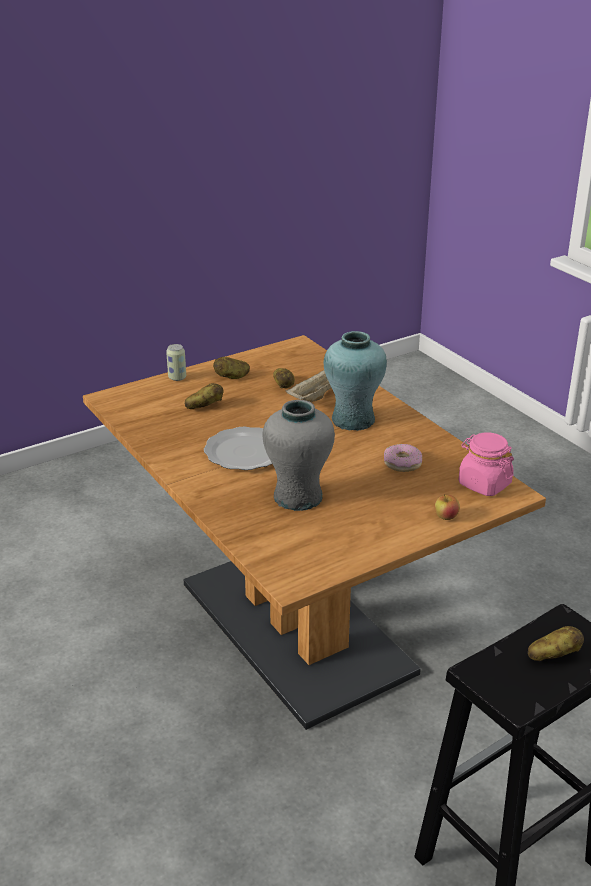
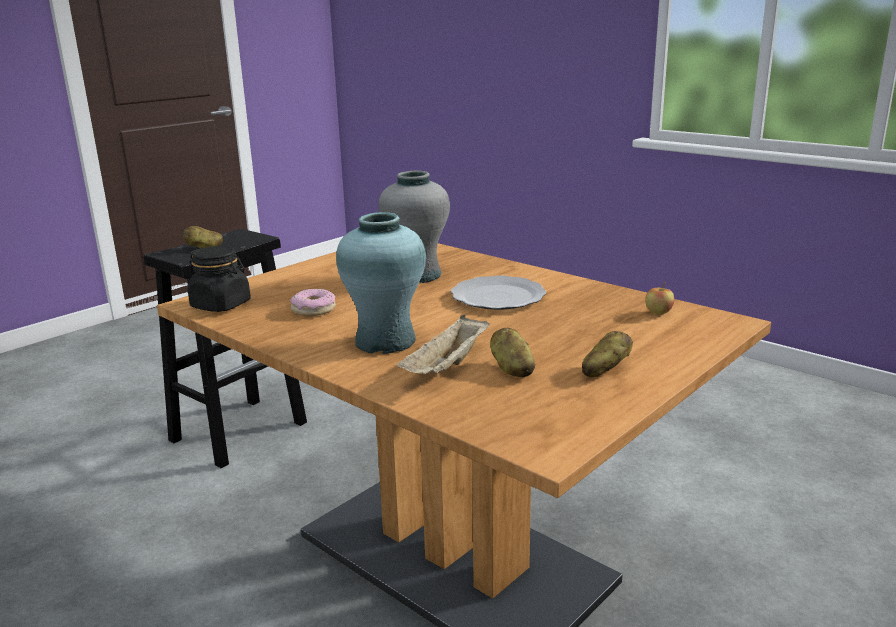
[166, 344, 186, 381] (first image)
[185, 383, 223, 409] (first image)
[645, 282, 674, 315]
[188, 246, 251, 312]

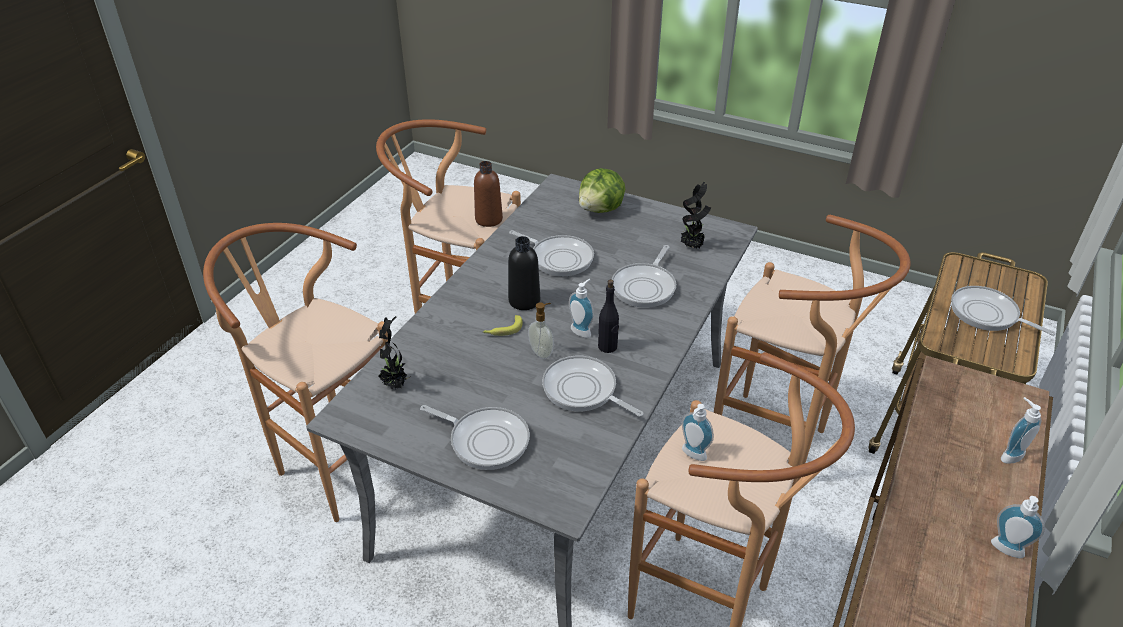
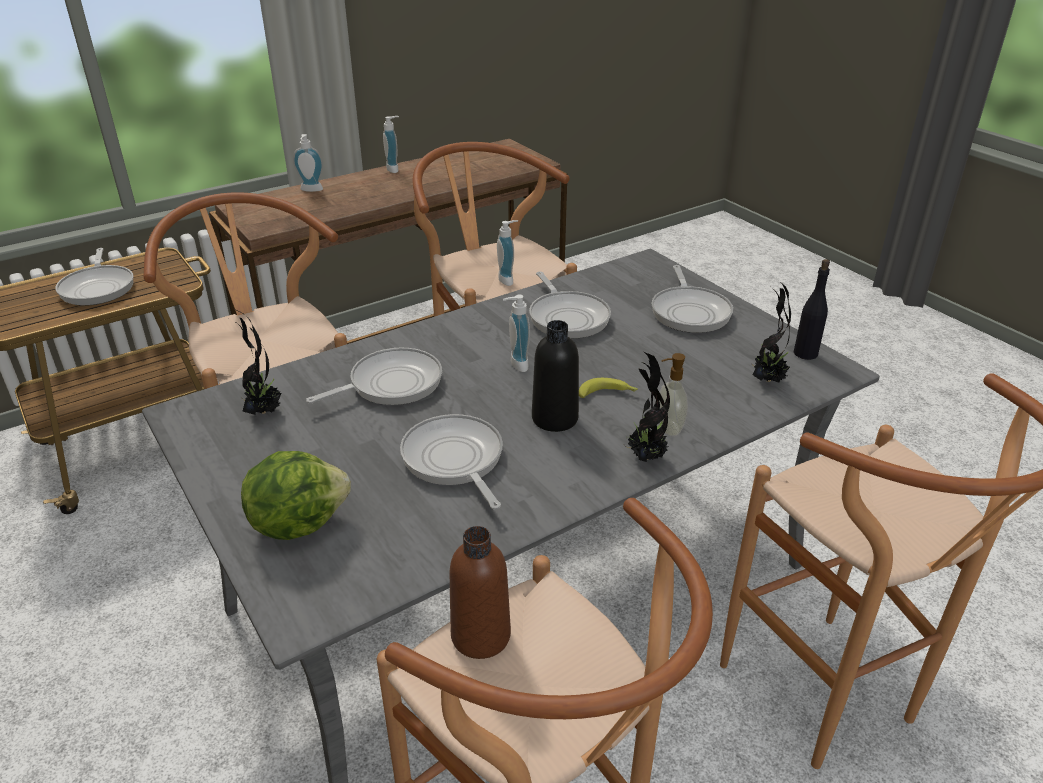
[652, 265, 733, 333]
[659, 353, 688, 436]
[794, 259, 830, 360]
[627, 352, 670, 462]

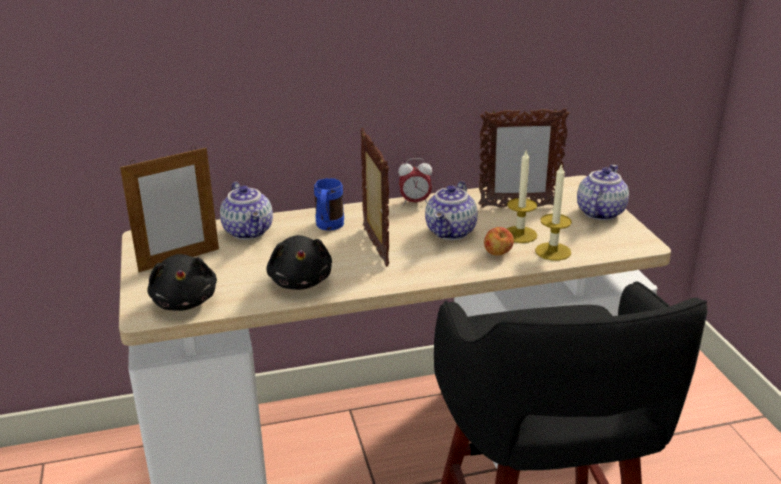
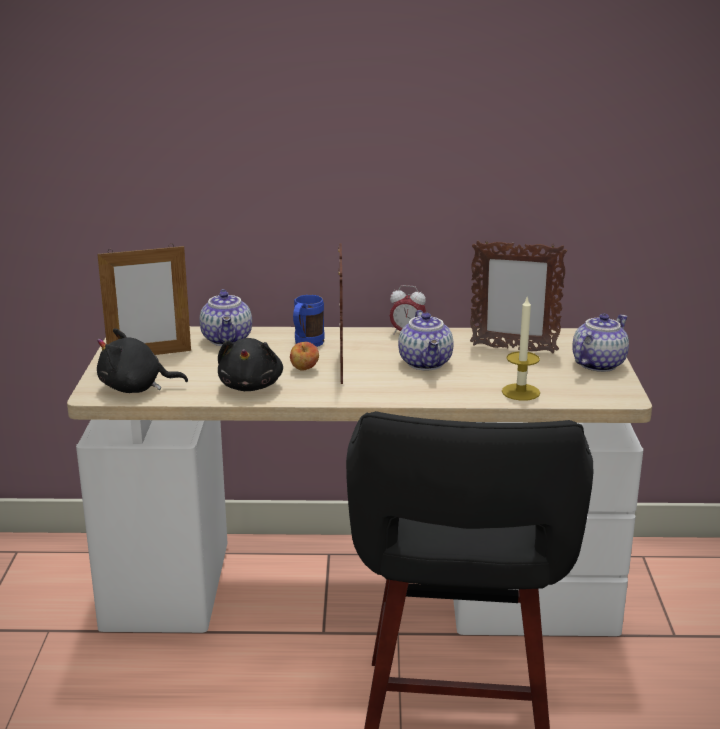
[97, 328, 188, 393]
[398, 310, 453, 370]
[290, 342, 319, 371]
[507, 150, 537, 243] (first image)

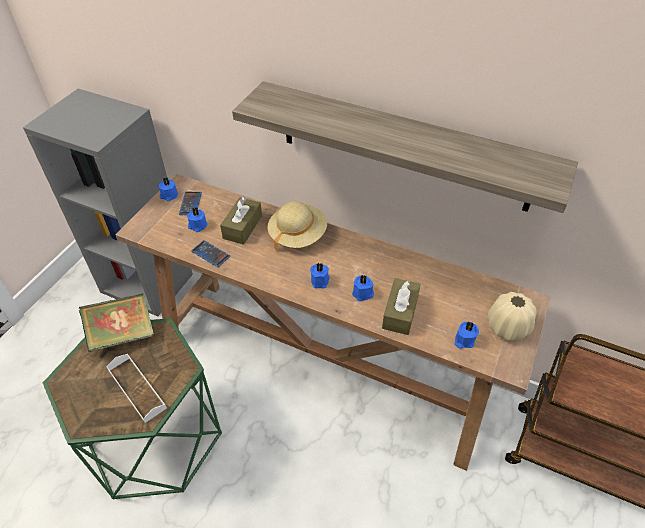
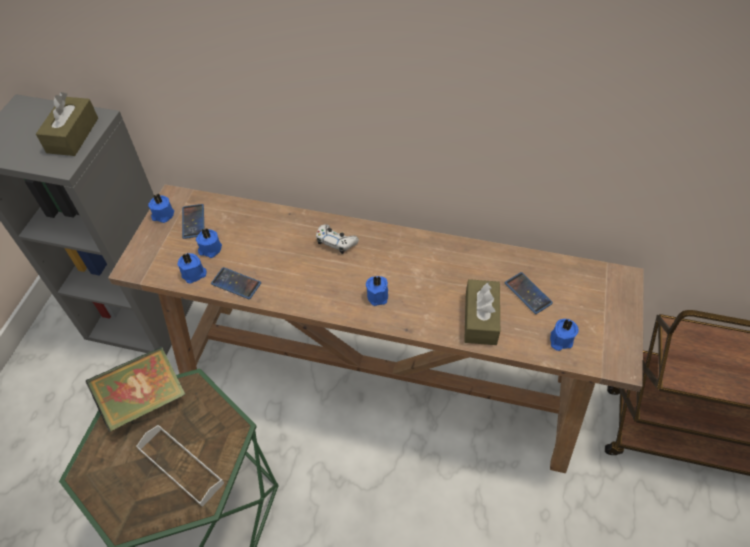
[36, 92, 98, 156]
[232, 81, 578, 213] (first image)
[316, 224, 359, 254]
[177, 253, 207, 284]
[488, 292, 537, 341] (first image)
[505, 272, 553, 314]

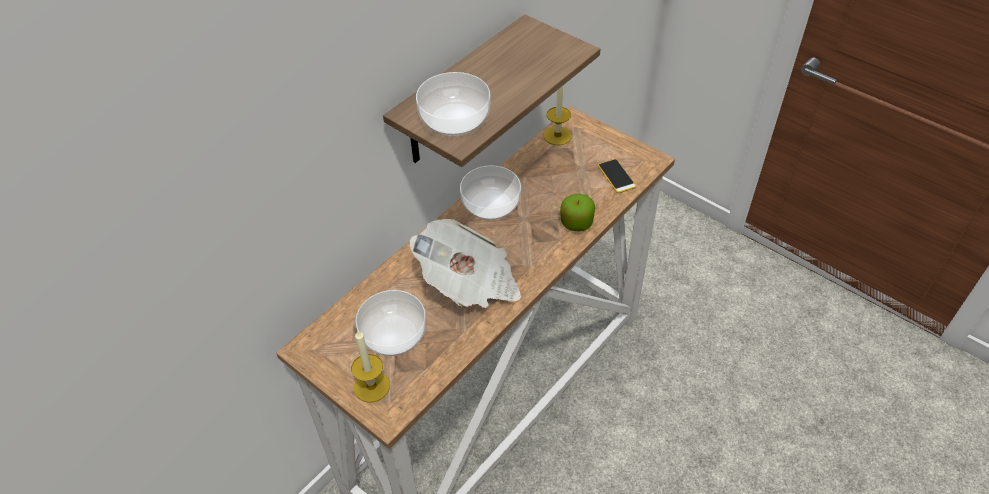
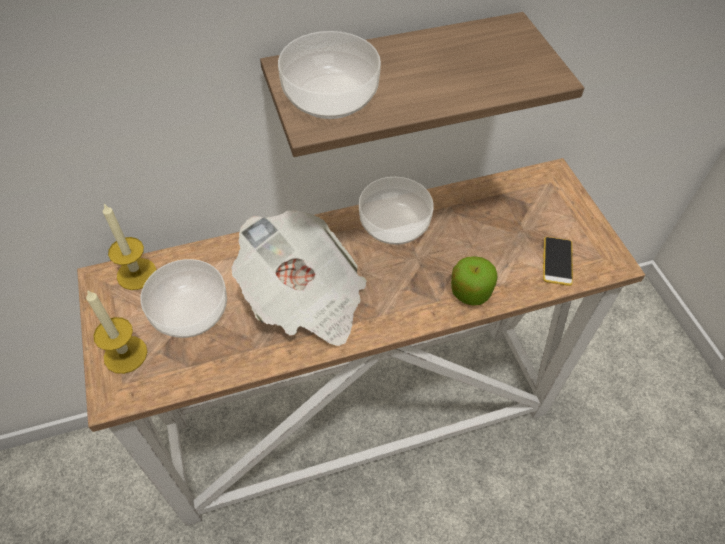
[103, 204, 157, 290]

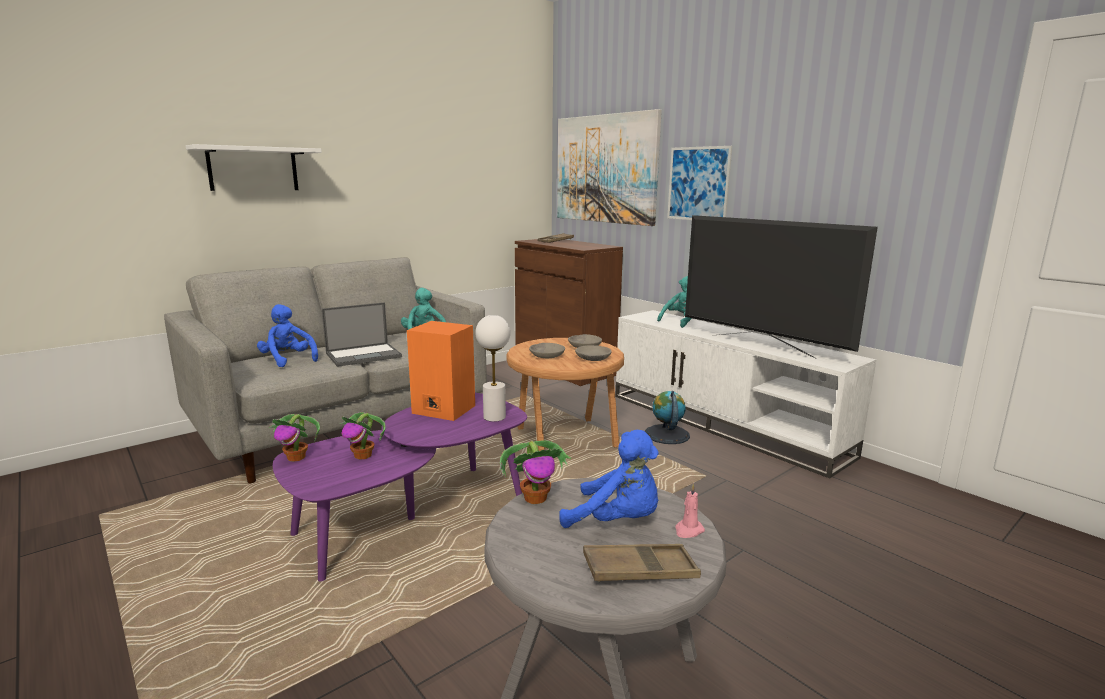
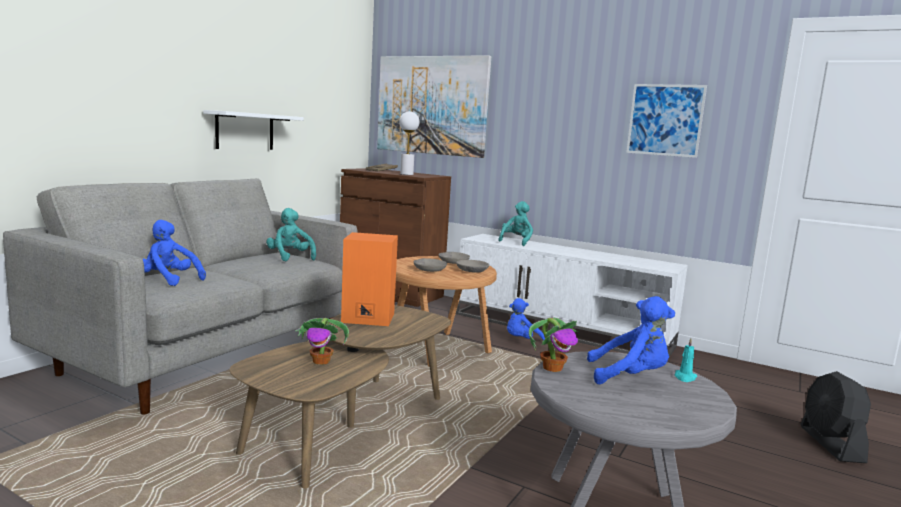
[203, 110, 304, 150]
[269, 414, 320, 461] (first image)
[230, 305, 451, 488]
[322, 302, 402, 367] (first image)
[399, 111, 419, 175]
[583, 544, 701, 582] (first image)
[507, 298, 545, 340]
[626, 84, 707, 158]
[674, 338, 697, 382]
[685, 215, 878, 358] (first image)
[801, 371, 871, 463]

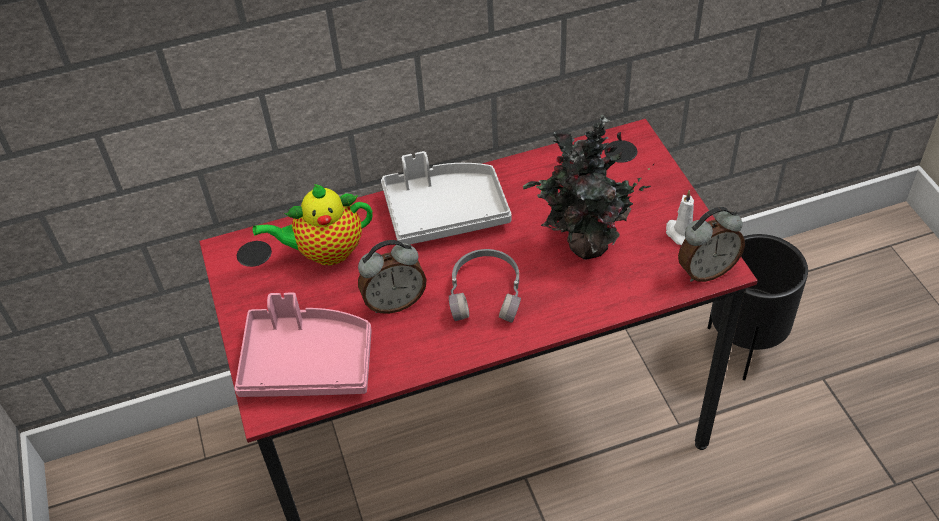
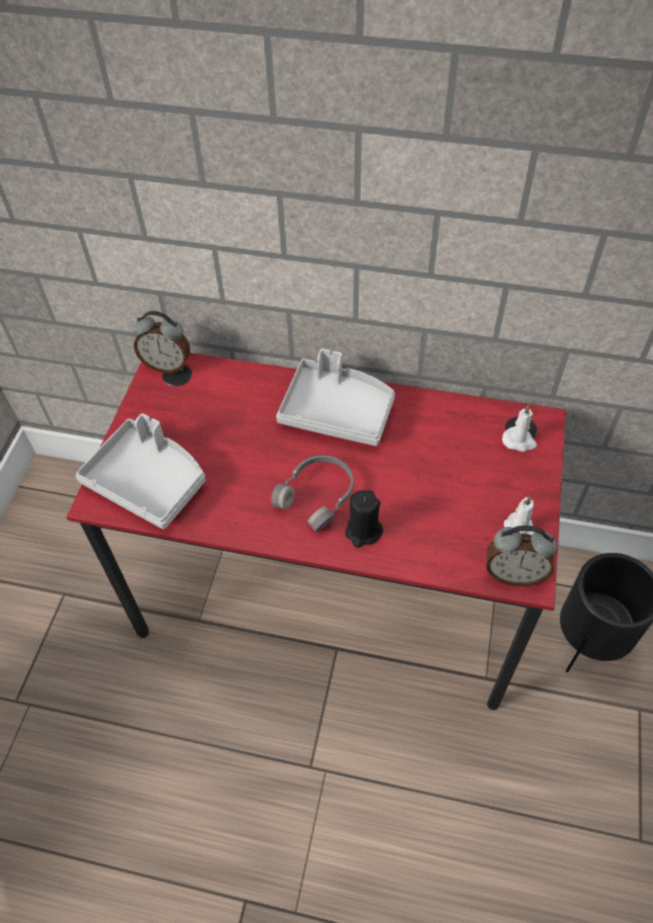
[76, 413, 206, 529]
[253, 184, 372, 265] (first image)
[134, 311, 190, 373]
[523, 115, 654, 259] (first image)
[345, 490, 383, 548]
[502, 405, 537, 452]

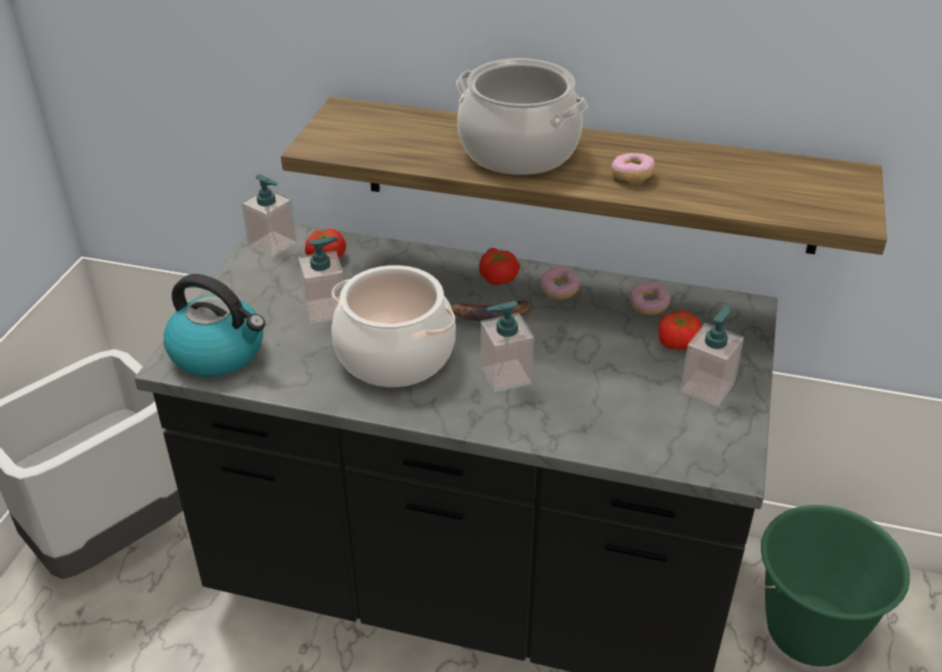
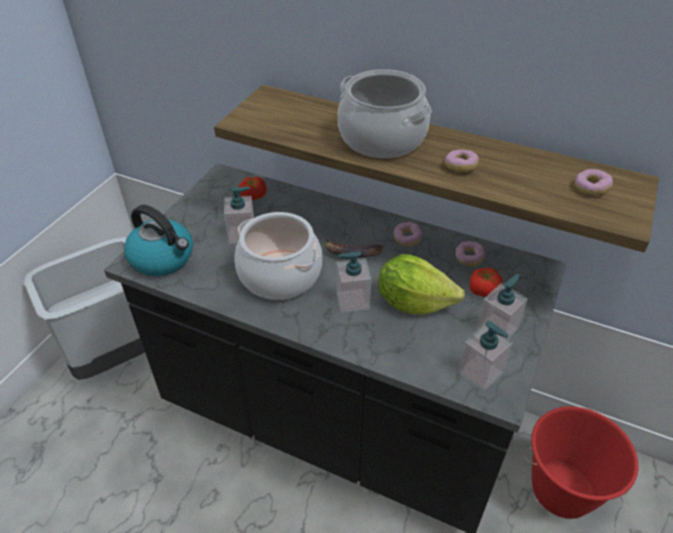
[458, 321, 513, 391]
[479, 248, 520, 285] (first image)
[524, 406, 639, 519]
[378, 254, 465, 315]
[575, 169, 613, 196]

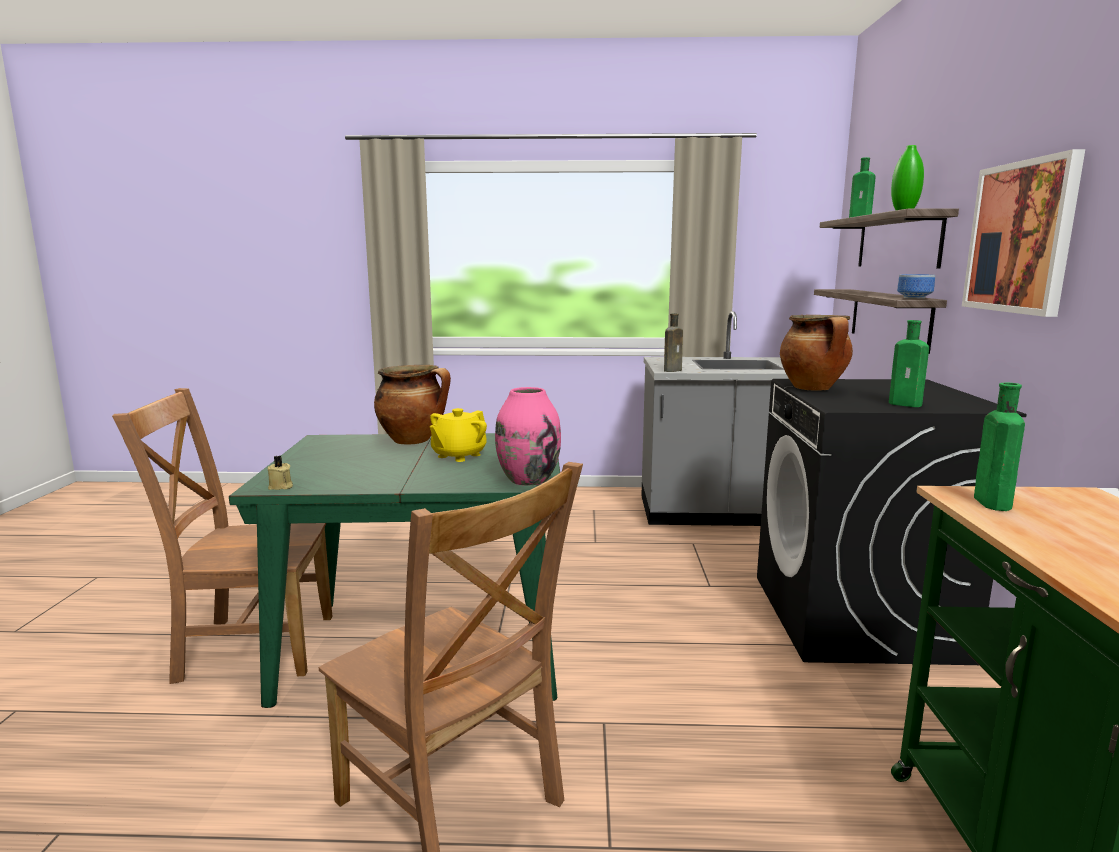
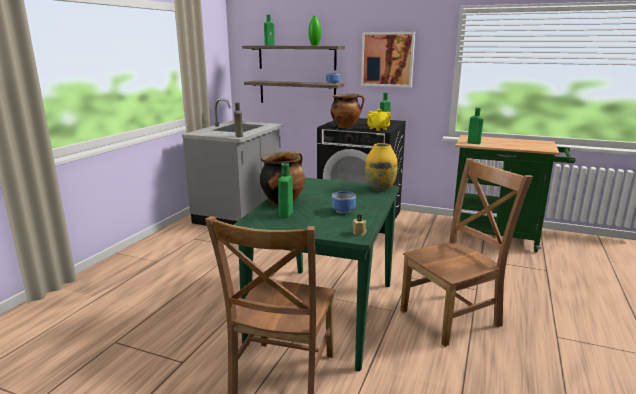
[367, 109, 391, 131]
[365, 143, 398, 191]
[278, 163, 293, 218]
[331, 191, 356, 214]

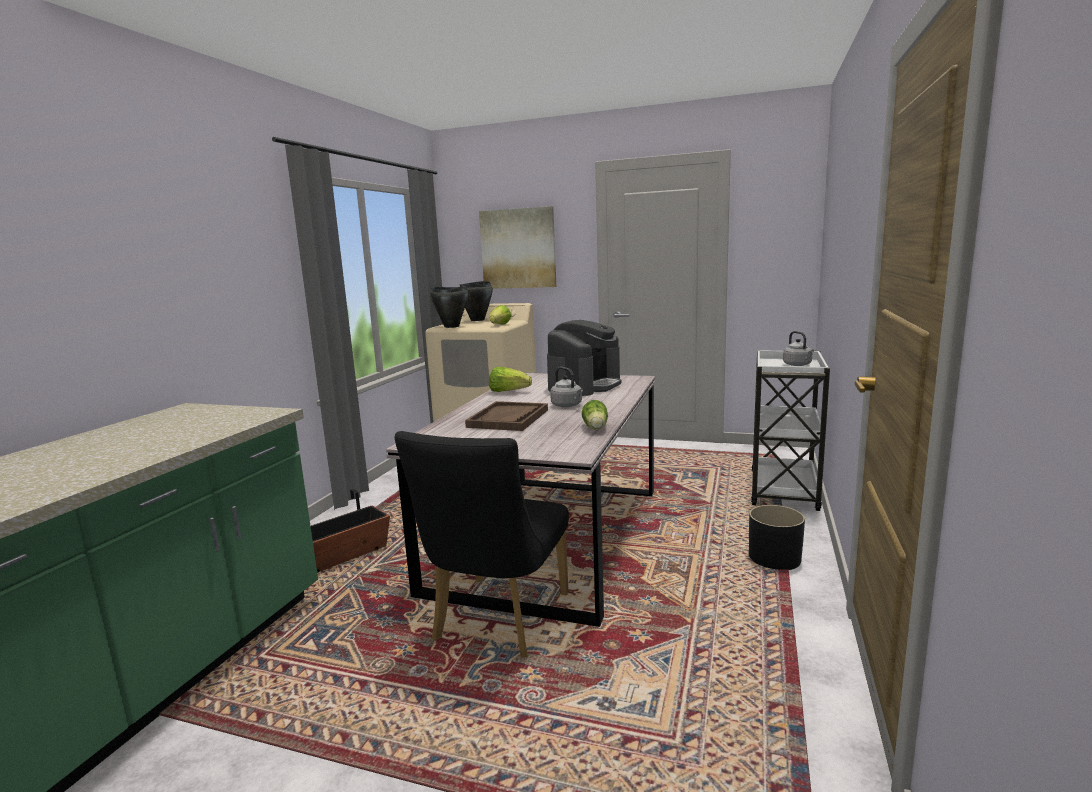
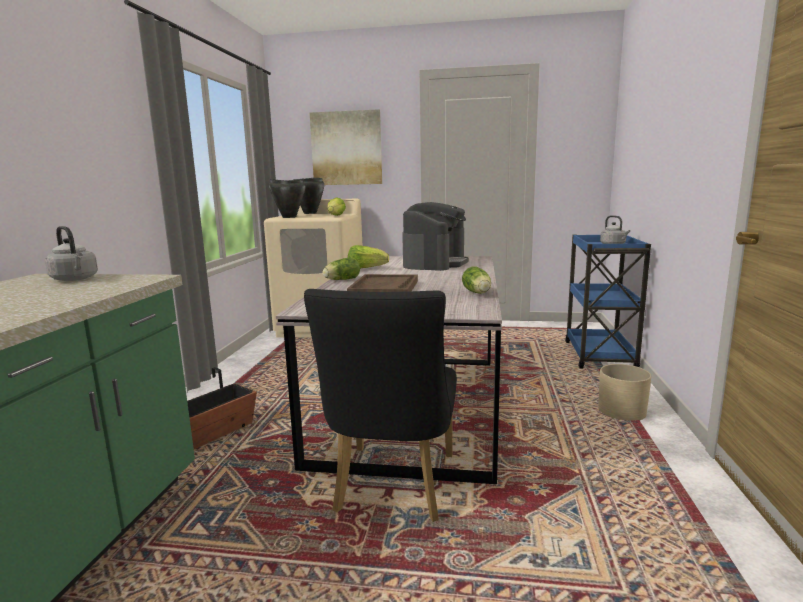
[45, 226, 98, 281]
[598, 364, 651, 421]
[565, 235, 651, 369]
[323, 258, 360, 280]

